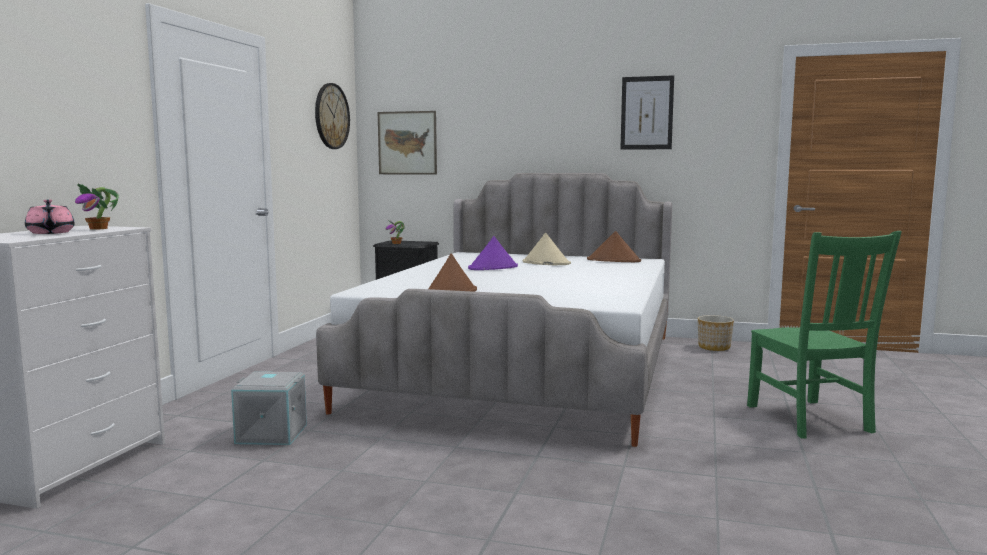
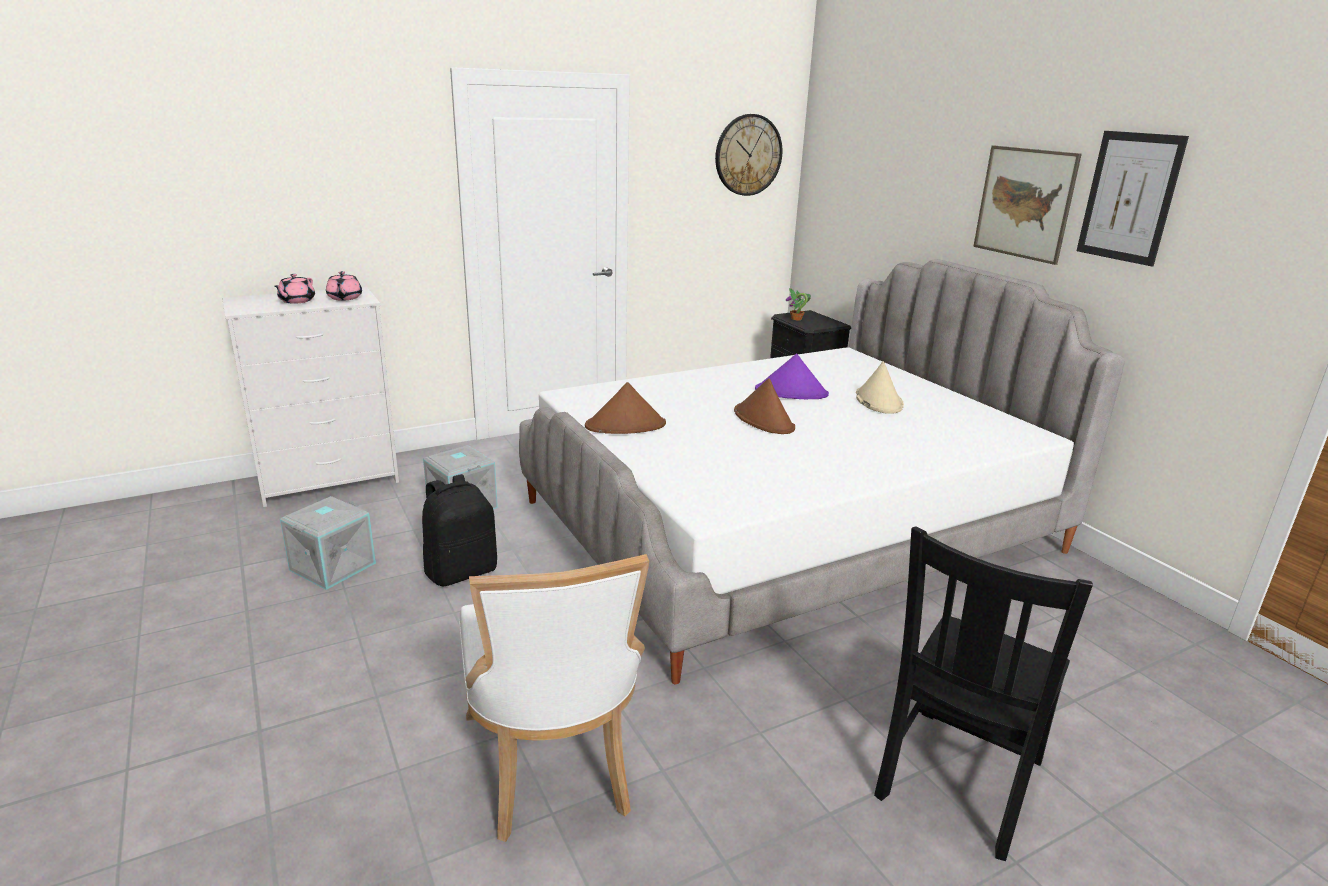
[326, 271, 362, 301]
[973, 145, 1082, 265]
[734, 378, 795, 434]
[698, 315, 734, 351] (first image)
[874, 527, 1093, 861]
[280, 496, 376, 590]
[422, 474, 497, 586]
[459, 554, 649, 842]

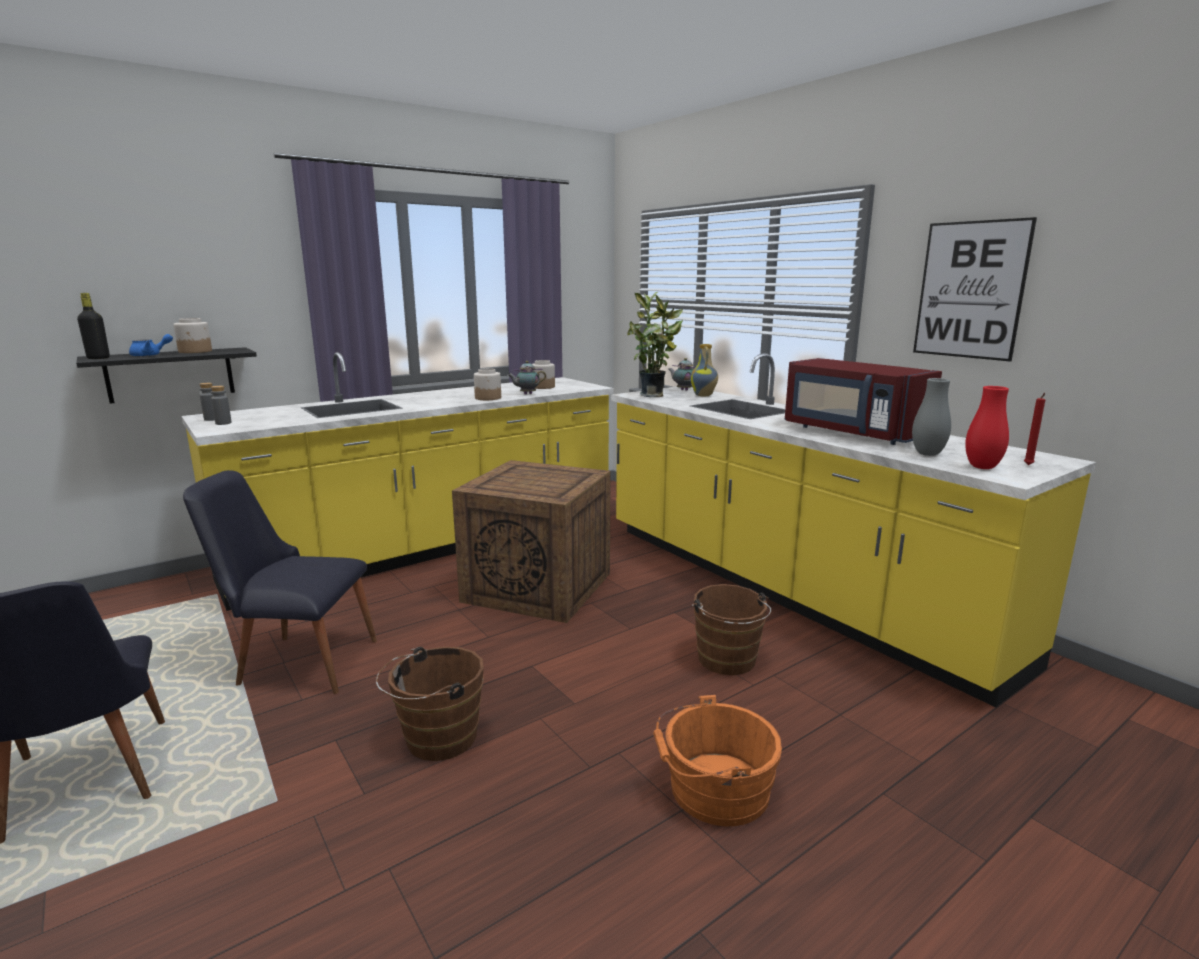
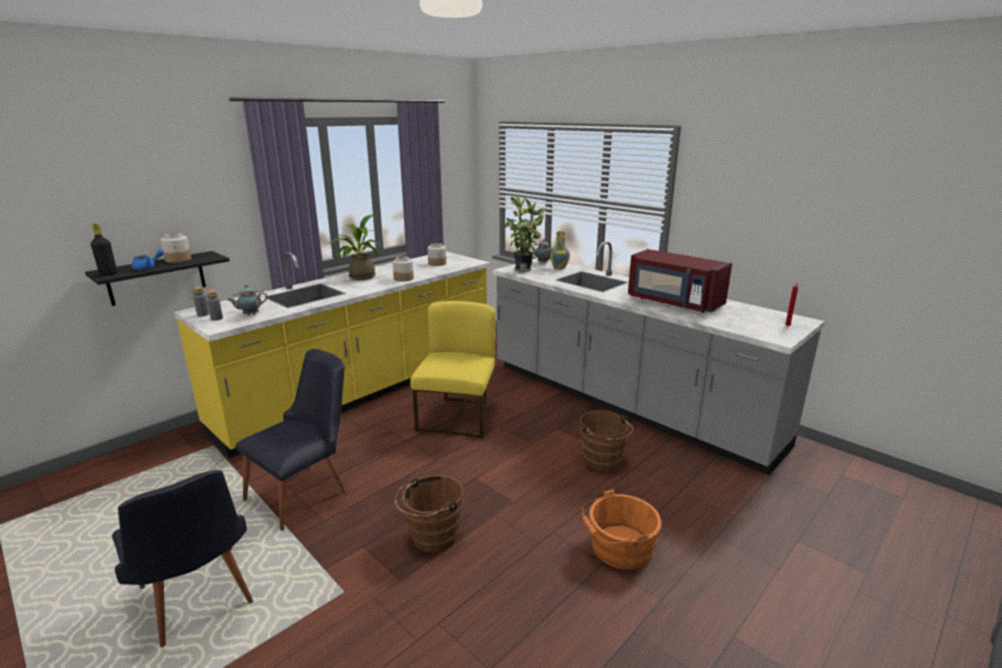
[236, 349, 346, 531]
[410, 301, 495, 438]
[227, 285, 268, 315]
[493, 241, 825, 475]
[912, 378, 951, 456] (first image)
[913, 217, 1037, 361] (first image)
[965, 386, 1009, 469] (first image)
[328, 214, 380, 280]

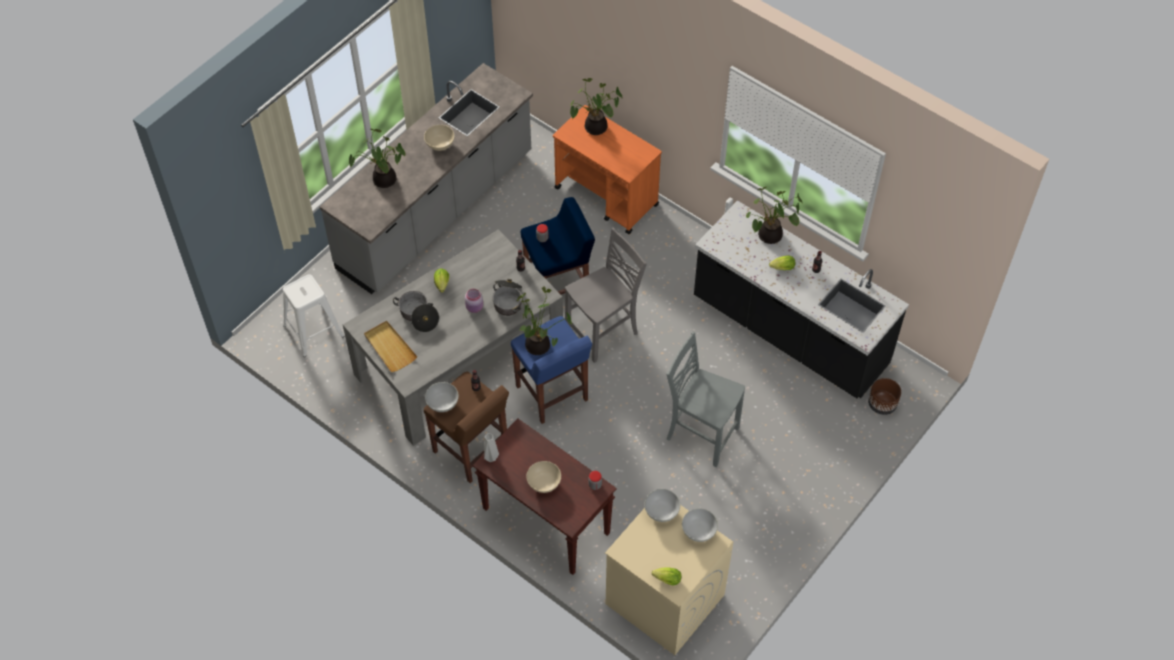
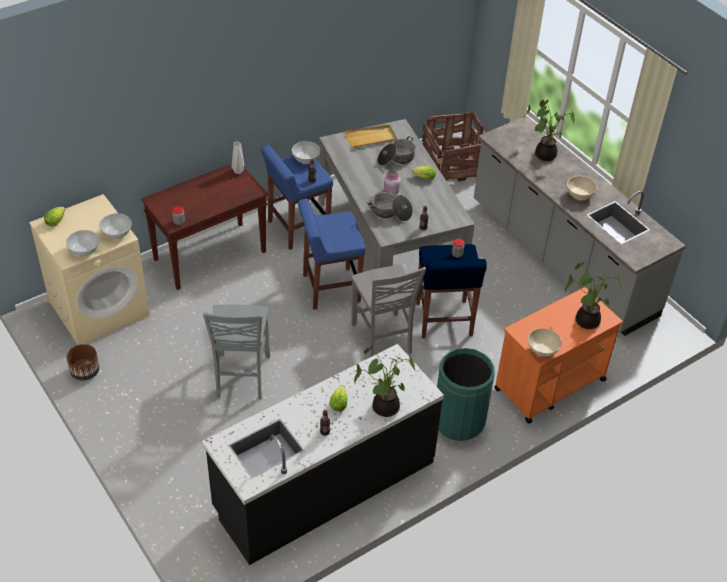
[422, 112, 485, 181]
[261, 145, 333, 250]
[516, 286, 572, 355] (first image)
[528, 328, 562, 357]
[203, 305, 270, 400]
[66, 344, 100, 381]
[437, 348, 495, 441]

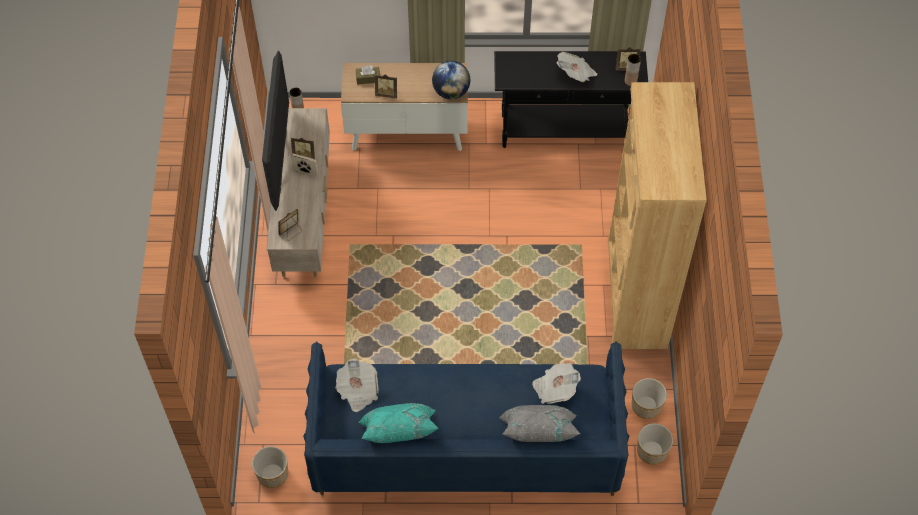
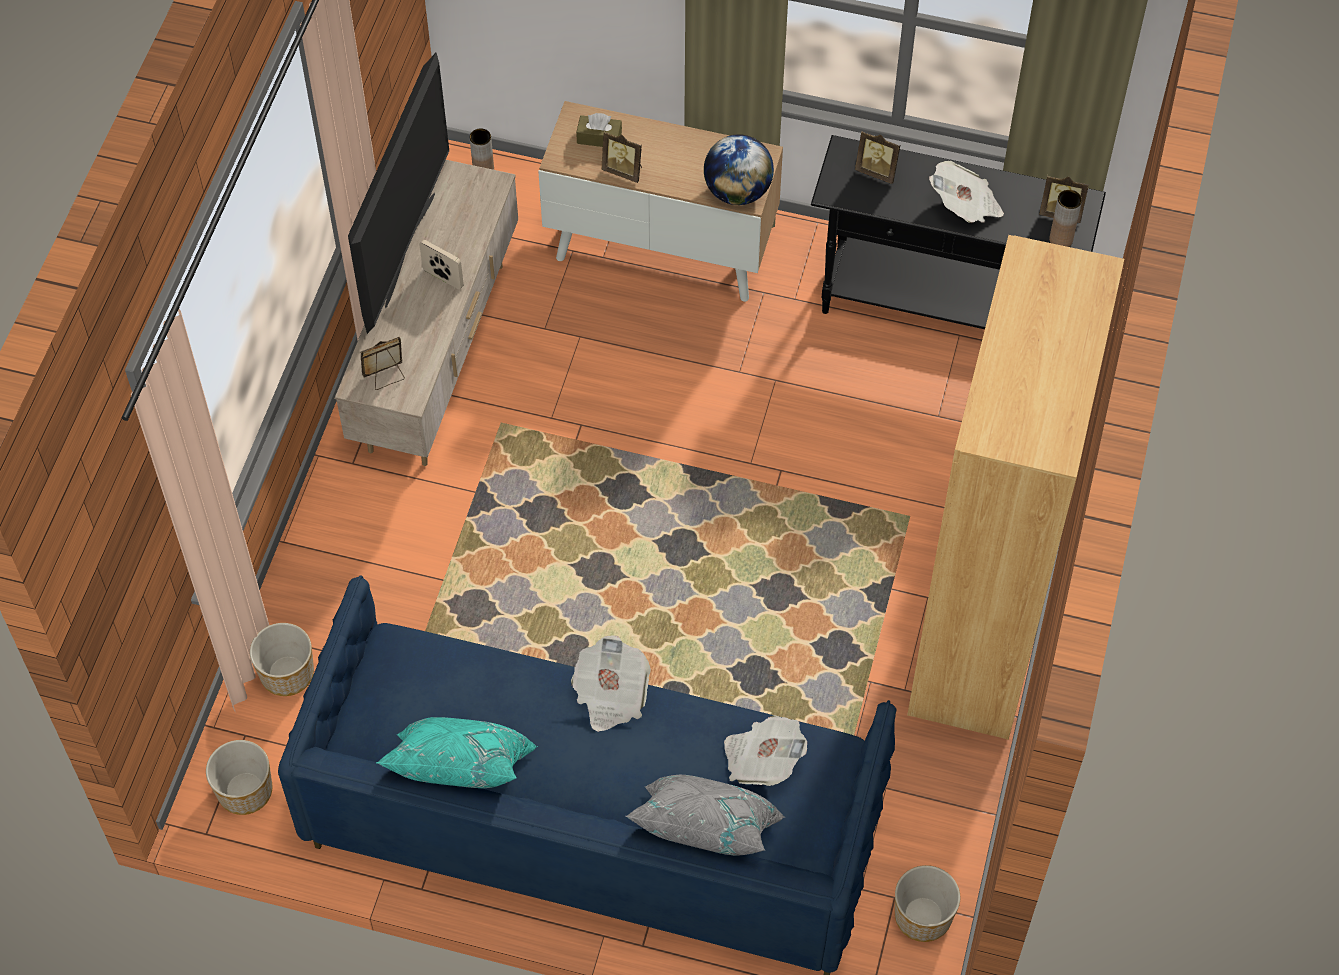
[855, 130, 900, 184]
[571, 635, 651, 732]
[250, 623, 314, 696]

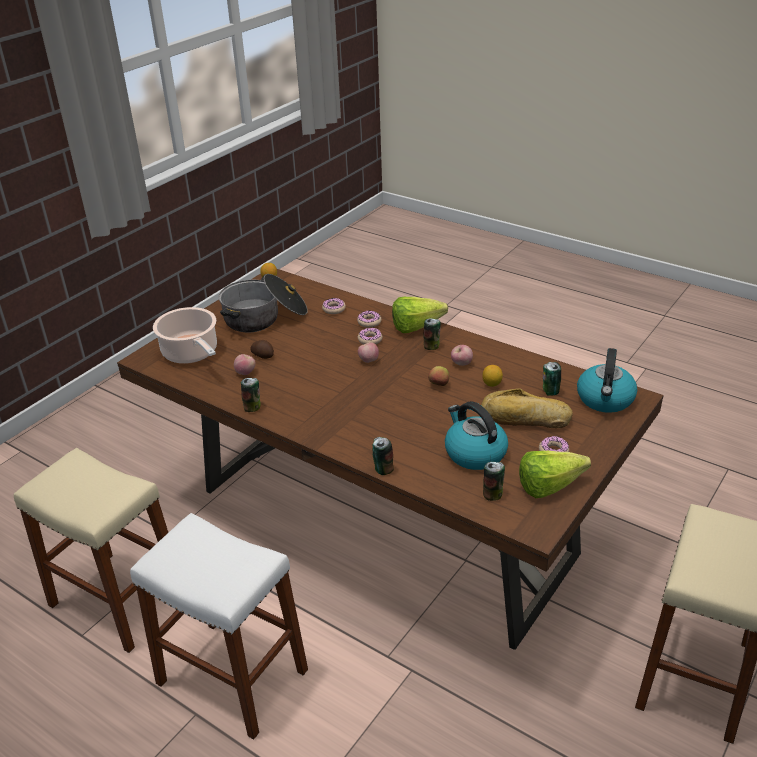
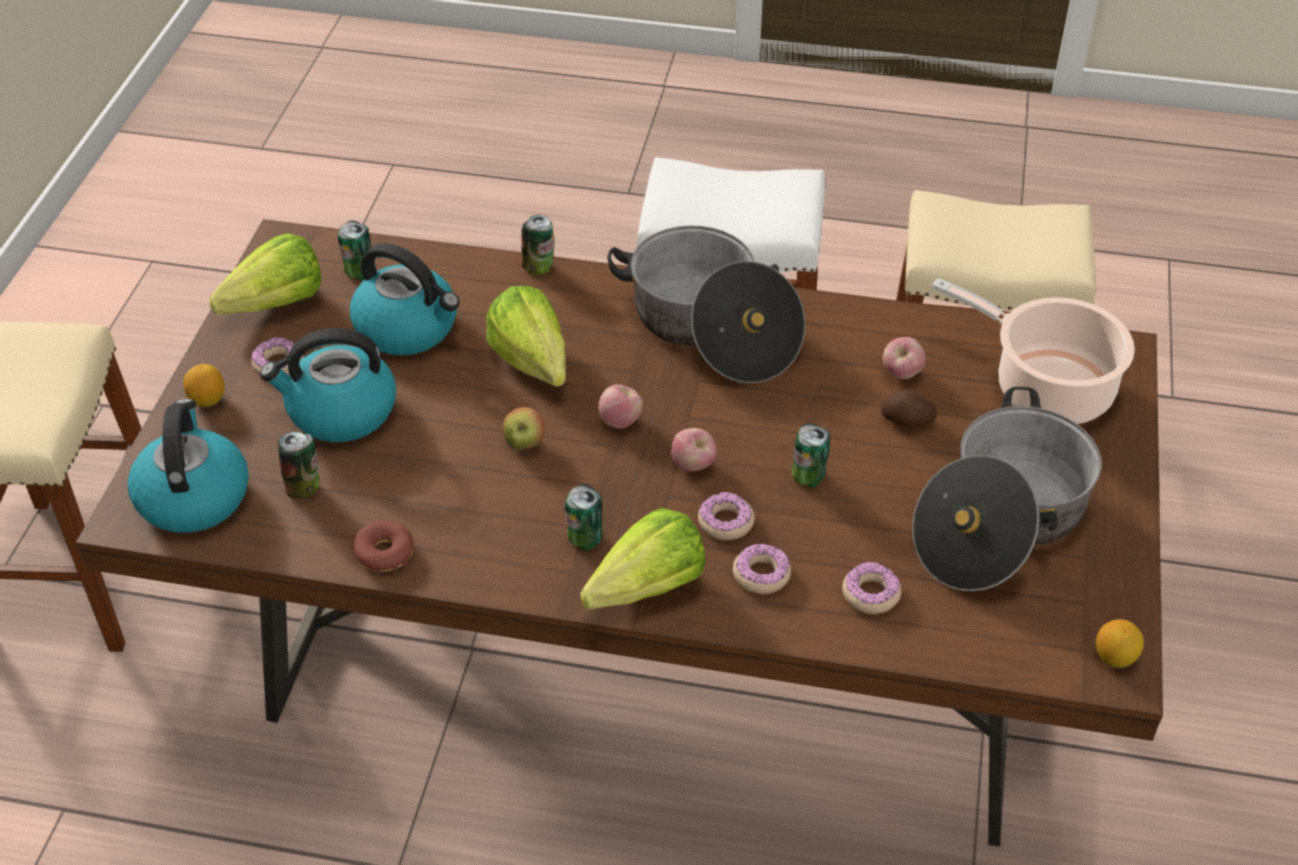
[791, 423, 830, 488]
[598, 385, 643, 429]
[260, 328, 396, 442]
[183, 364, 224, 407]
[353, 521, 414, 572]
[486, 286, 566, 387]
[607, 225, 805, 383]

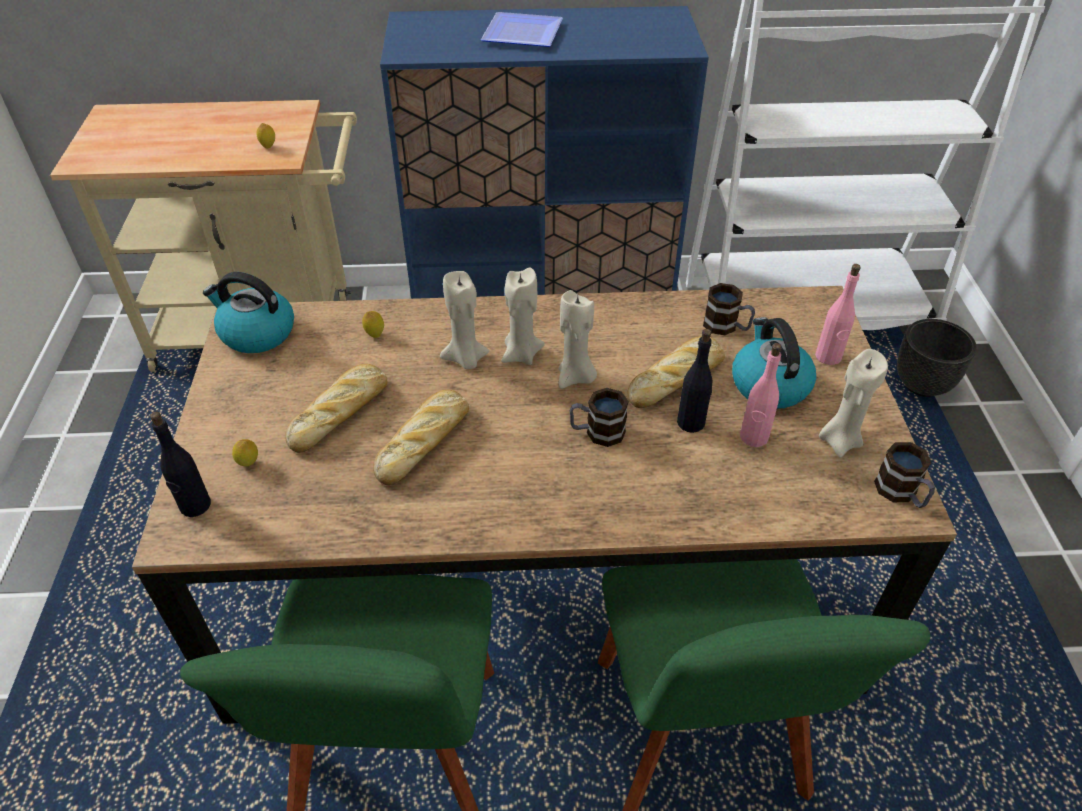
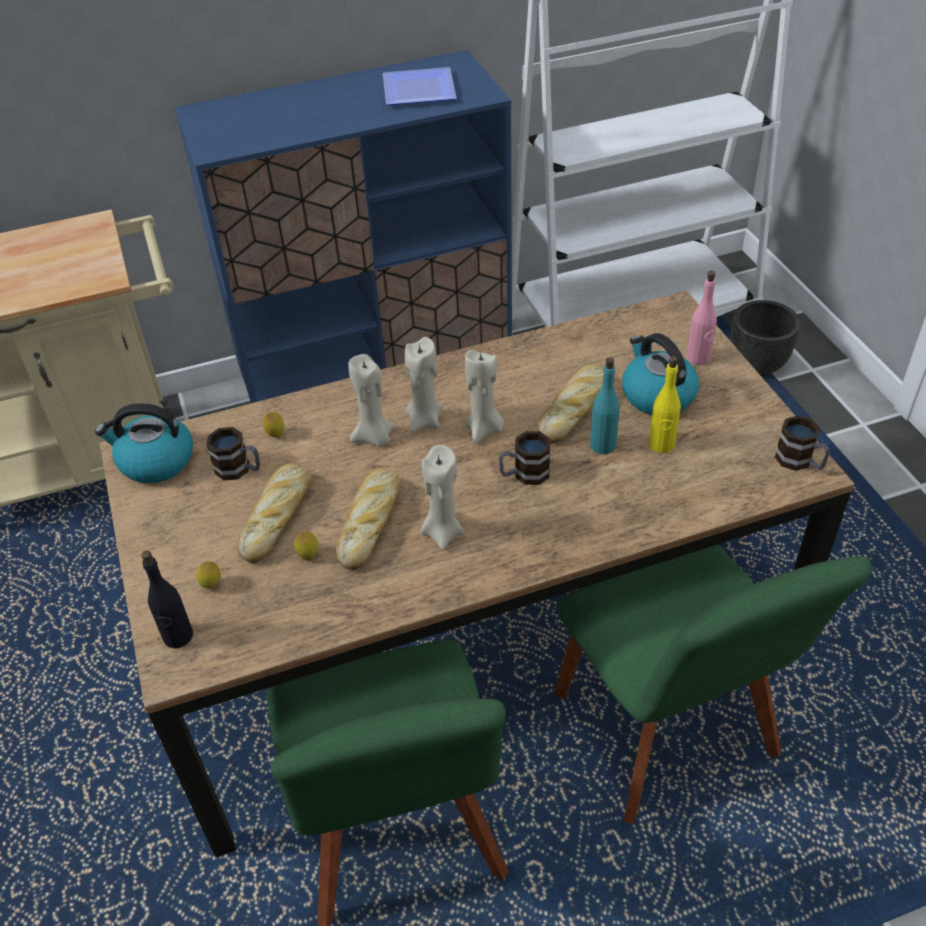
[294, 532, 319, 561]
[383, 67, 457, 105]
[590, 357, 620, 454]
[206, 427, 260, 480]
[649, 356, 681, 453]
[421, 445, 464, 550]

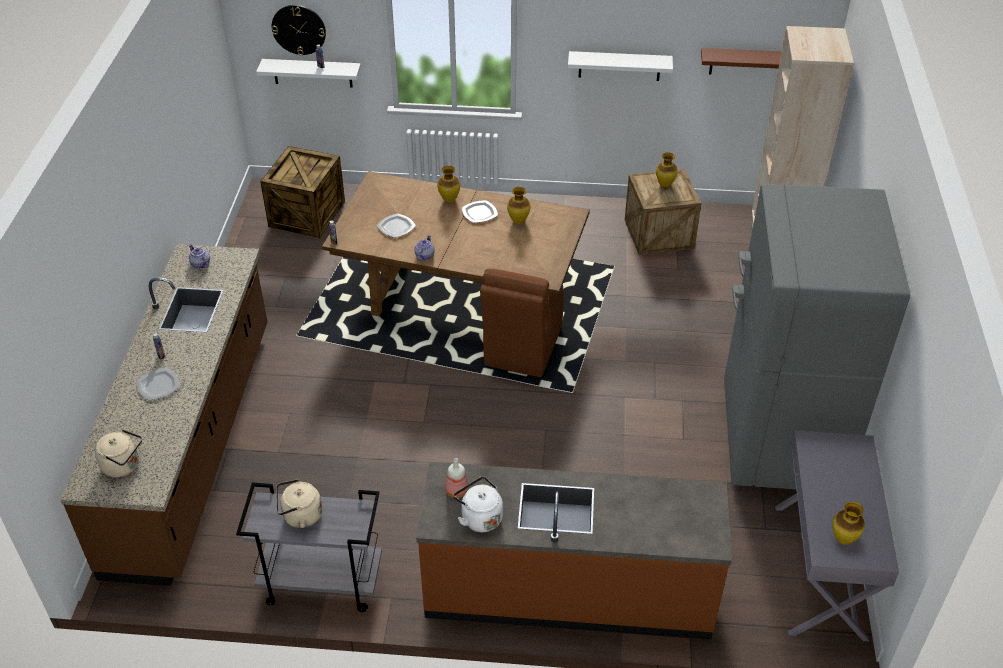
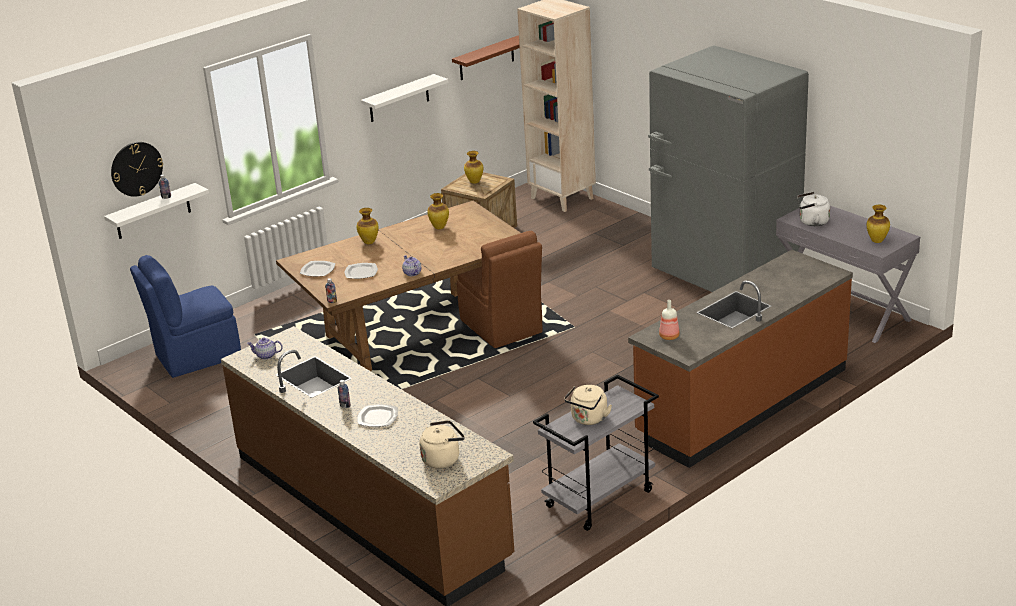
[130, 255, 241, 378]
[797, 192, 830, 226]
[300, 261, 335, 276]

